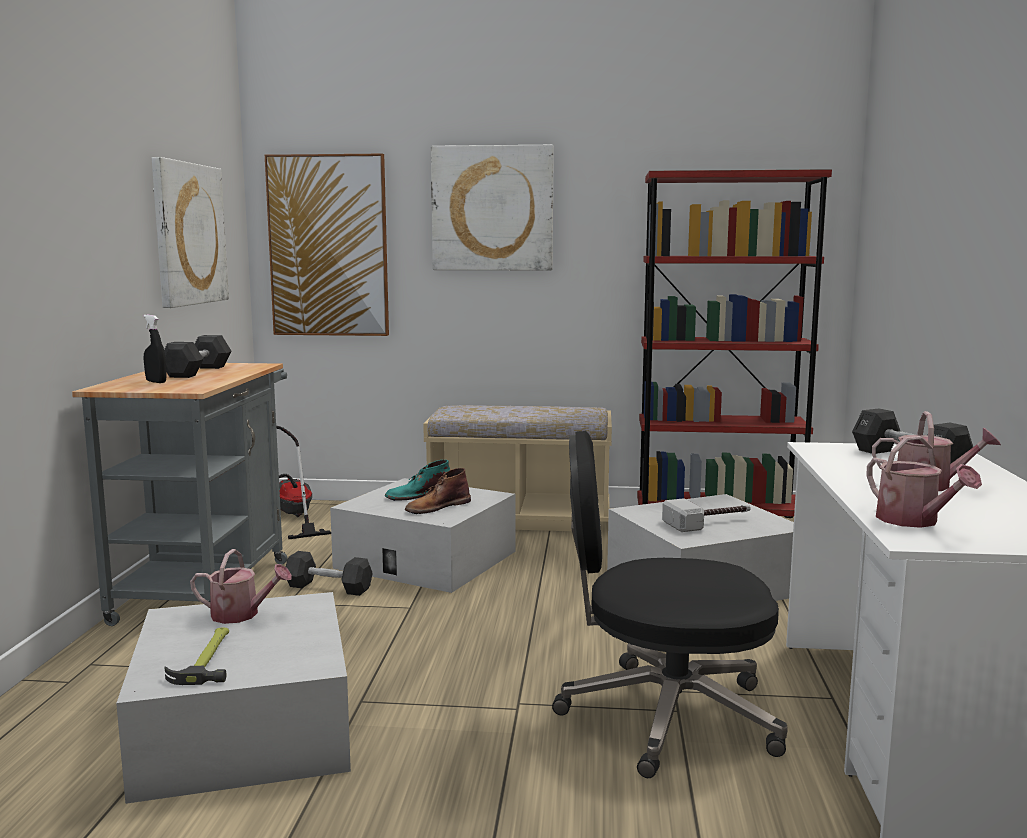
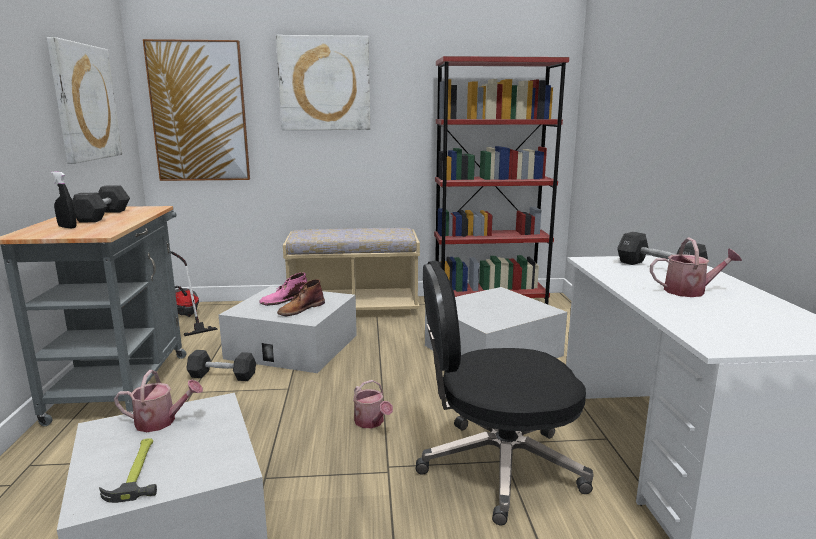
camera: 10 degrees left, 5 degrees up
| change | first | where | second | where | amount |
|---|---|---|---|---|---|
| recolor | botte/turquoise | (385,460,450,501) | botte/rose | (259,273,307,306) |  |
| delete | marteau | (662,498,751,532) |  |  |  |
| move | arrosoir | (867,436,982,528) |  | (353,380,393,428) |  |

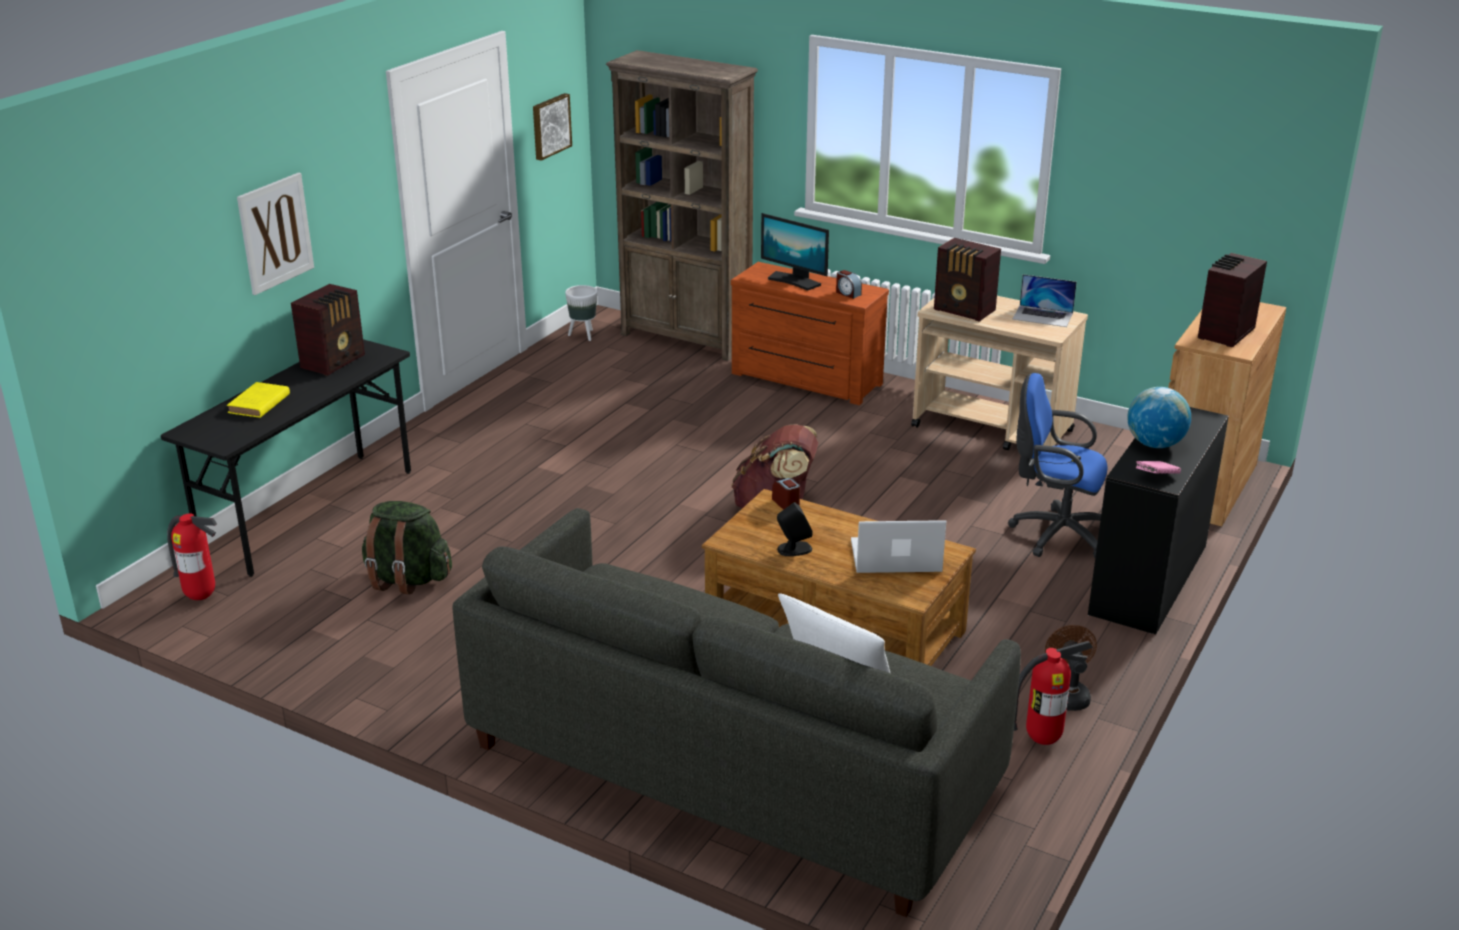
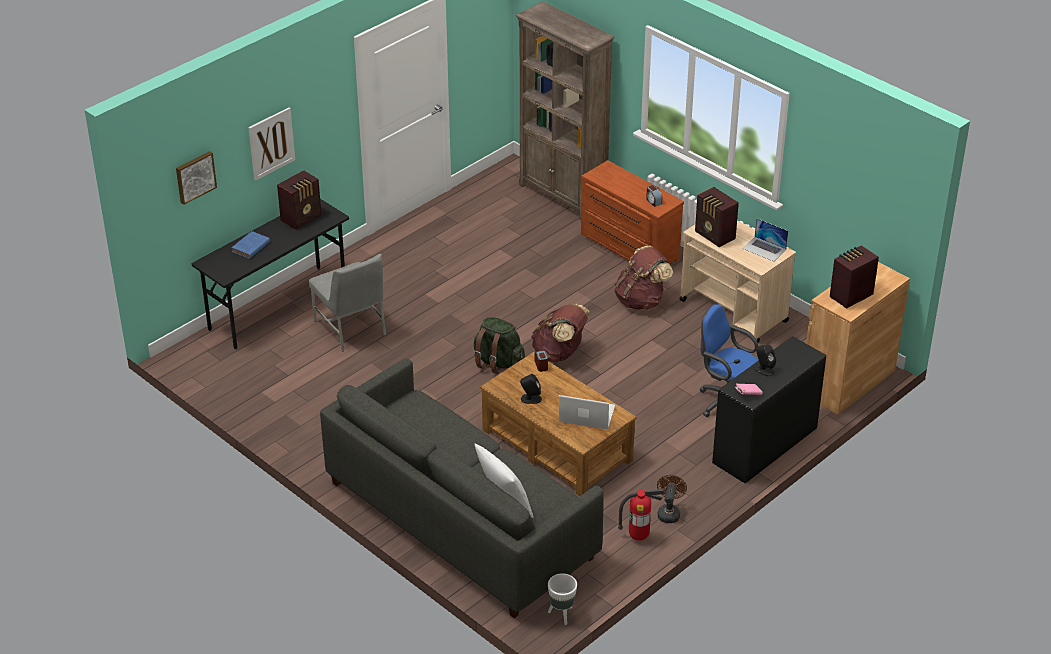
camera: 15 degrees right, 10 degrees up
| change | first | where | second | where | amount |
|---|---|---|---|---|---|
| delete | extincteur | (167,513,217,600) |  |  |  |
| recolor | livre/jaune | (227,382,290,418) | livre/bleu | (231,231,270,259) |  |
| move | sac à dos/vert | (362,501,452,594) |  | (474,317,525,374) |  |
| move | tableau | (533,93,572,161) |  | (176,151,217,205) |  |
| move | cache-pot/blanc | (565,285,597,341) |  | (548,573,577,625) |  |
| delete | écran d'ordinateur | (761,213,829,291) |  |  |  |
| replace | globe | (1127,387,1191,448) | enceinte/noir | (754,345,776,376) |  |
| insert |  |  | chaise/gris | (309,254,386,352) |  |
| insert |  |  | sac à dos/marron | (614,246,673,310) |  |

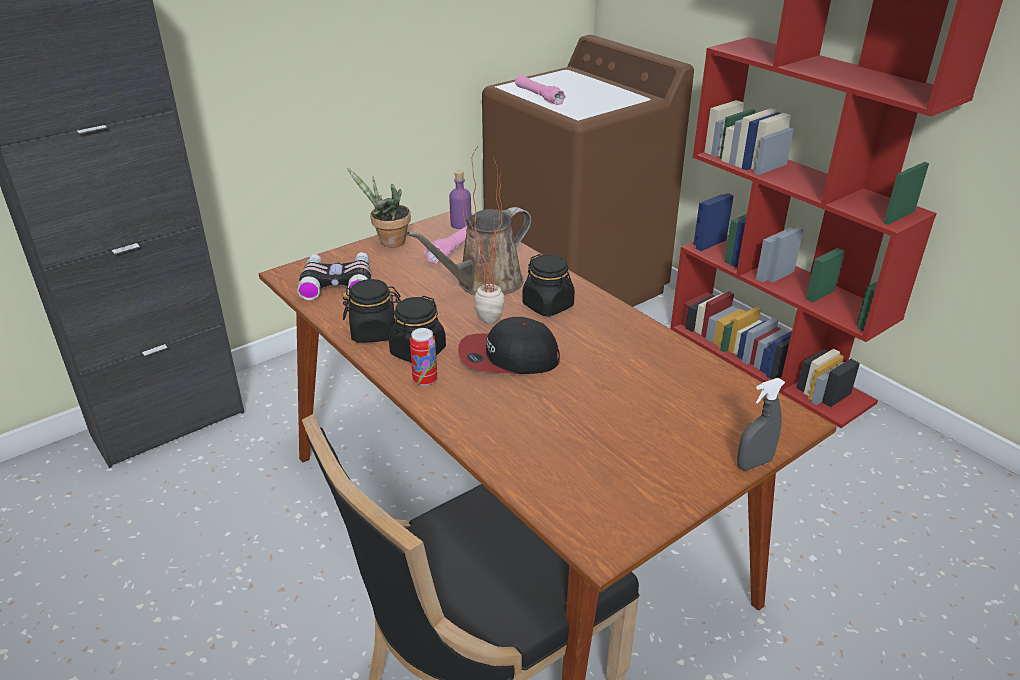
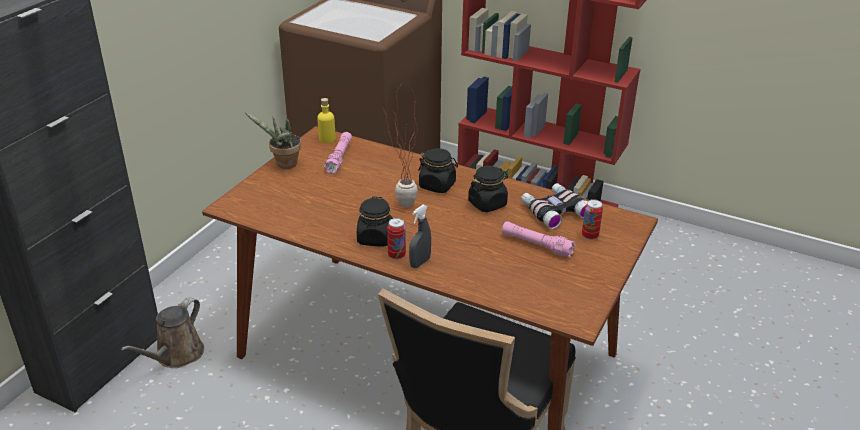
camera: 25 degrees left, 0 degrees up
| change | first | where | second | where | amount |
|---|---|---|---|---|---|
| move | jumelles | (297,252,371,300) |  | (521,183,588,229) |  |
| move | bocal/noir | (343,279,401,342) |  | (468,166,508,212) |  |
| move | arrosoir/marron | (407,207,531,295) |  | (121,298,204,368) |  |
| recolor | bouteille/violet | (449,170,471,229) | bouteille/jaune | (317,98,336,144) |  |
| delete | casquette | (458,317,560,374) |  |  |  |
| move | lampe de poche/rose | (515,75,566,105) |  | (502,221,576,258) |  |
| move | vaporisateur/gris | (737,378,785,471) |  | (409,205,431,268) |  |
| insert |  |  | boîte métallique | (582,199,603,240) |  |

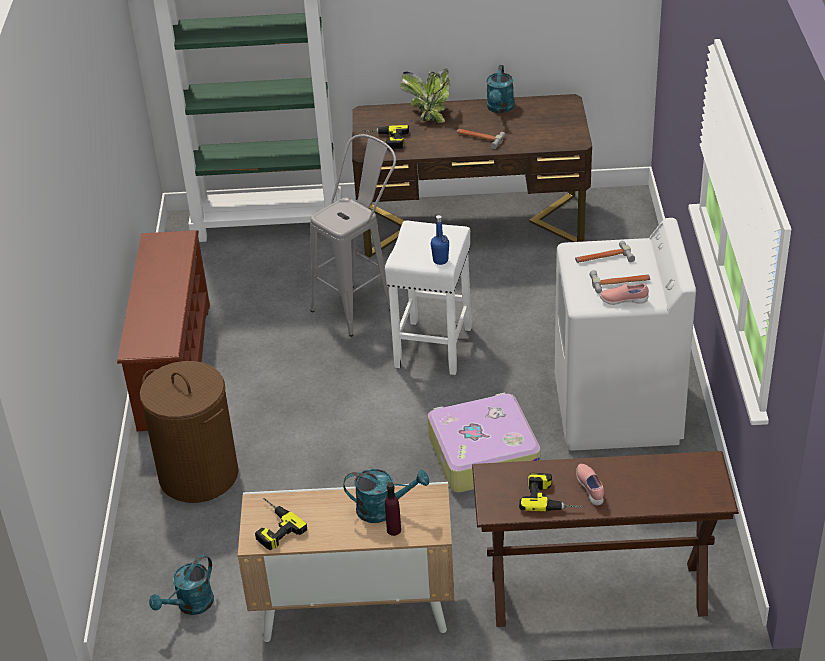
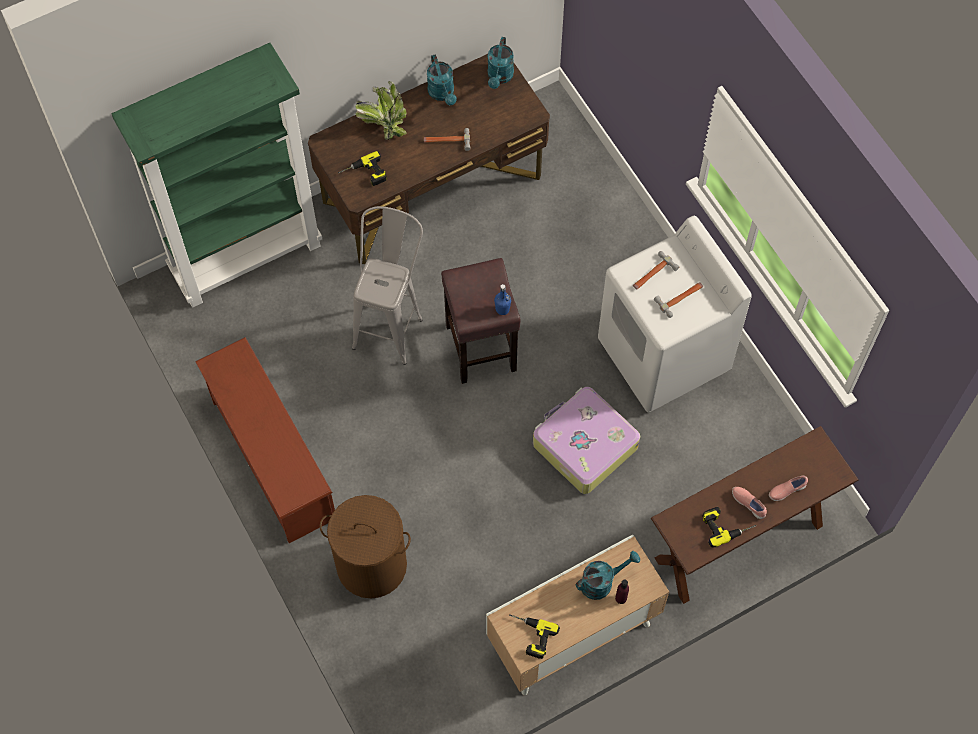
camera: 30 degrees left, 25 degrees up
| change | first | where | second | where | amount |
|---|---|---|---|---|---|
| move | arrosoir/turquoise | (149,555,214,615) |  | (487,37,514,89) |  |
| recolor | tabouret/blanc | (385,221,472,375) | tabouret/marron | (441,258,521,384) |  |
| move | chaussure/rose | (599,283,649,305) |  | (769,476,808,501) |  |

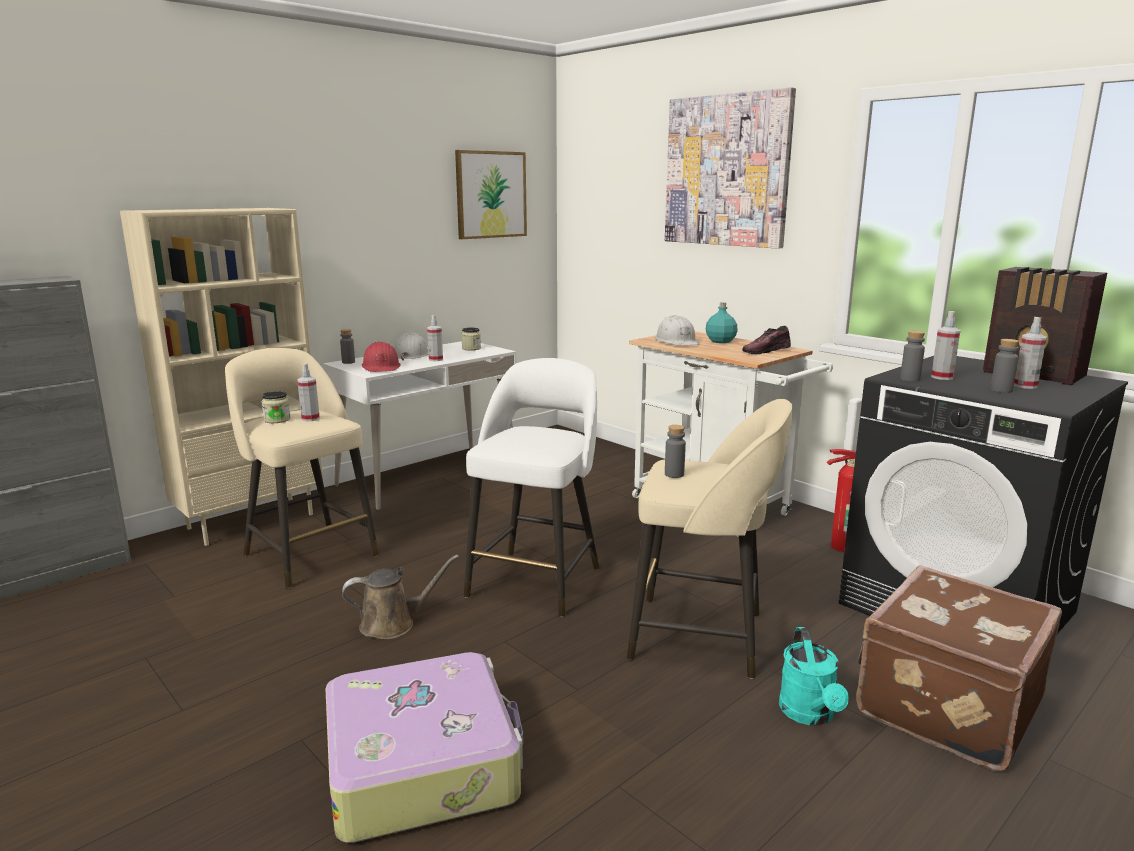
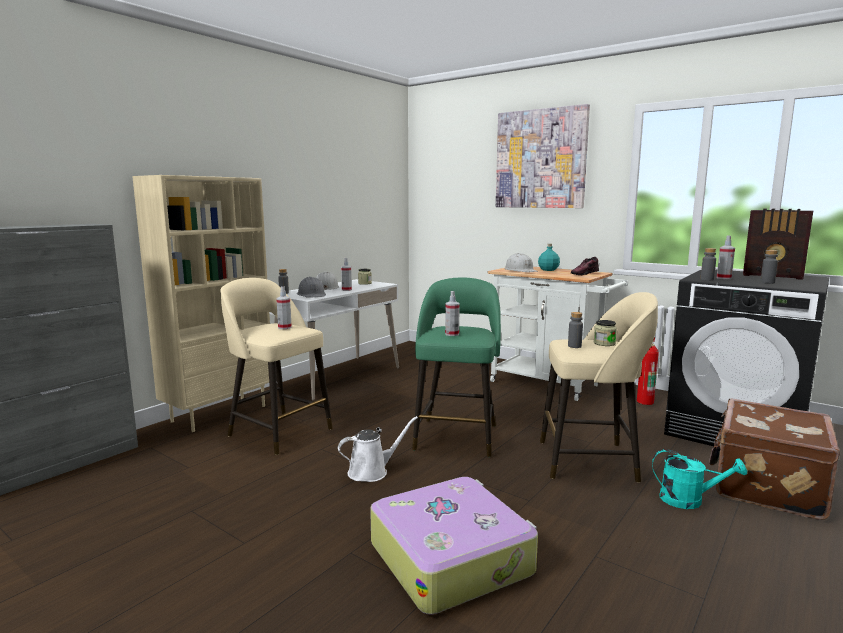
camera: 10 degrees left, 5 degrees down
| change | first | where | second | where | amount |
|---|---|---|---|---|---|
| move | bocal | (261,391,291,423) |  | (594,320,617,346) |  |
| recolor | arrosoir/marron | (342,555,459,639) | arrosoir/blanc | (338,416,418,482) |  |
| recolor | casque de chantier/rouge | (362,342,401,372) | casque de chantier/gris | (297,277,326,298) |  |
| delete | tableau | (455,150,527,239) |  |  |  |
| recolor | tabouret/blanc | (464,358,600,617) | tabouret/vert | (412,277,501,457) |  |
| rotate | arrosoir/turquoise | (779,627,849,726) |  | (652,449,747,509) | 60 degrees counterclockwise |
| move | vaporisateur | (1014,317,1047,389) |  | (445,291,460,336) |  |

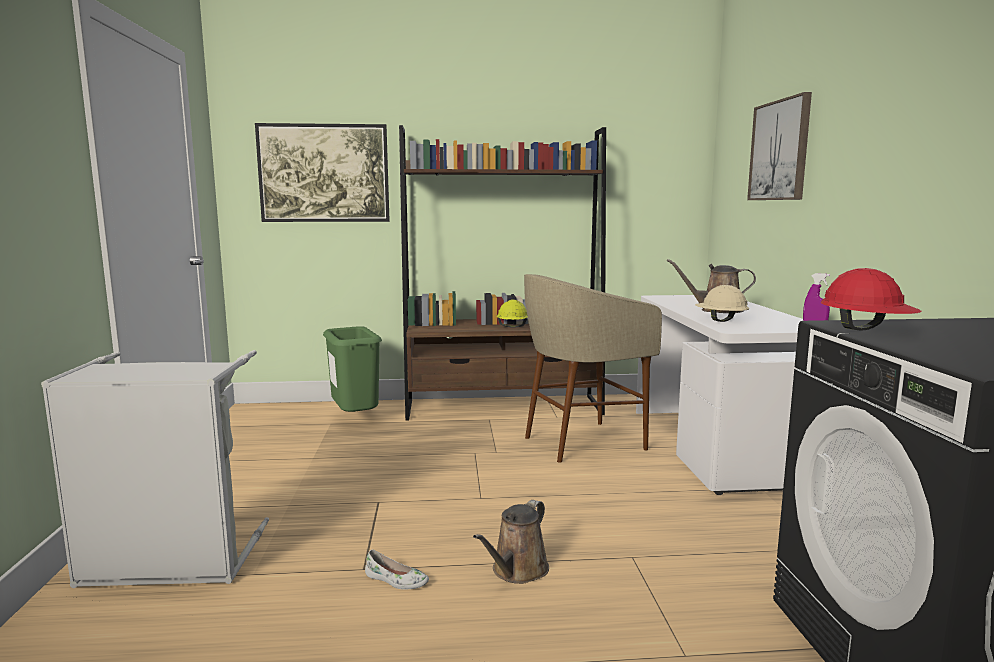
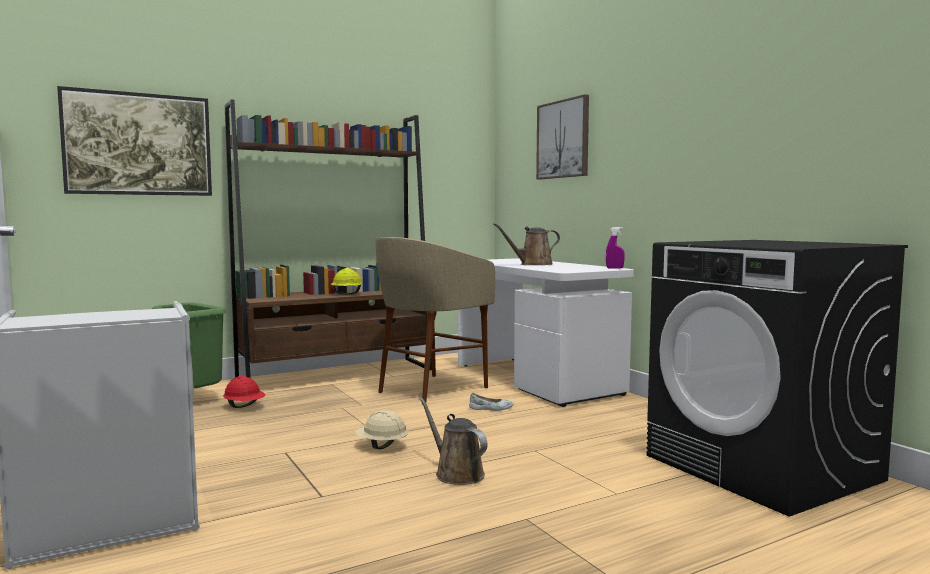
camera: 25 degrees left, 5 degrees down
| change | first | where | second | where | amount |
|---|---|---|---|---|---|
| move | chaussure/blanc | (365,550,429,589) |  | (469,393,513,411) |  |
| rotate | arrosoir/marron | (473,500,549,584) |  | (420,398,487,485) | 135 degrees clockwise |
| move | casque de chantier/beige | (695,285,749,322) |  | (356,410,408,449) |  |
| move | casque de chantier/rouge | (820,268,921,331) |  | (223,376,265,408) |  |

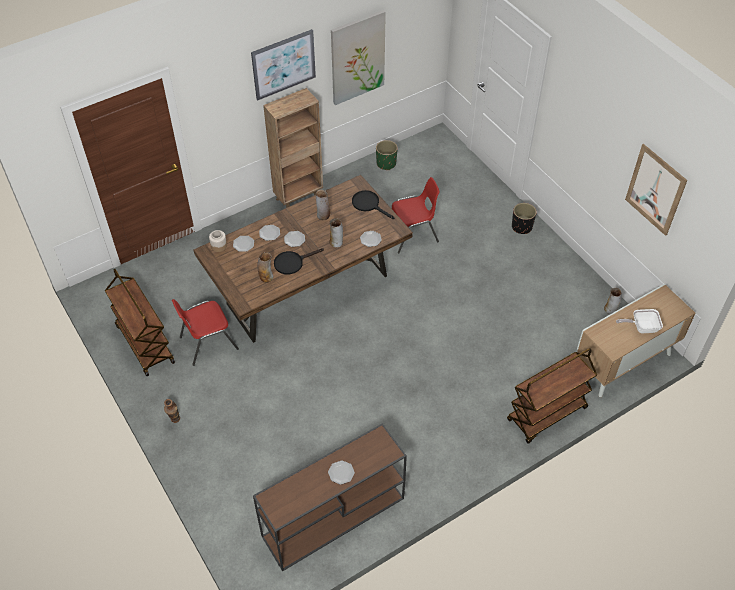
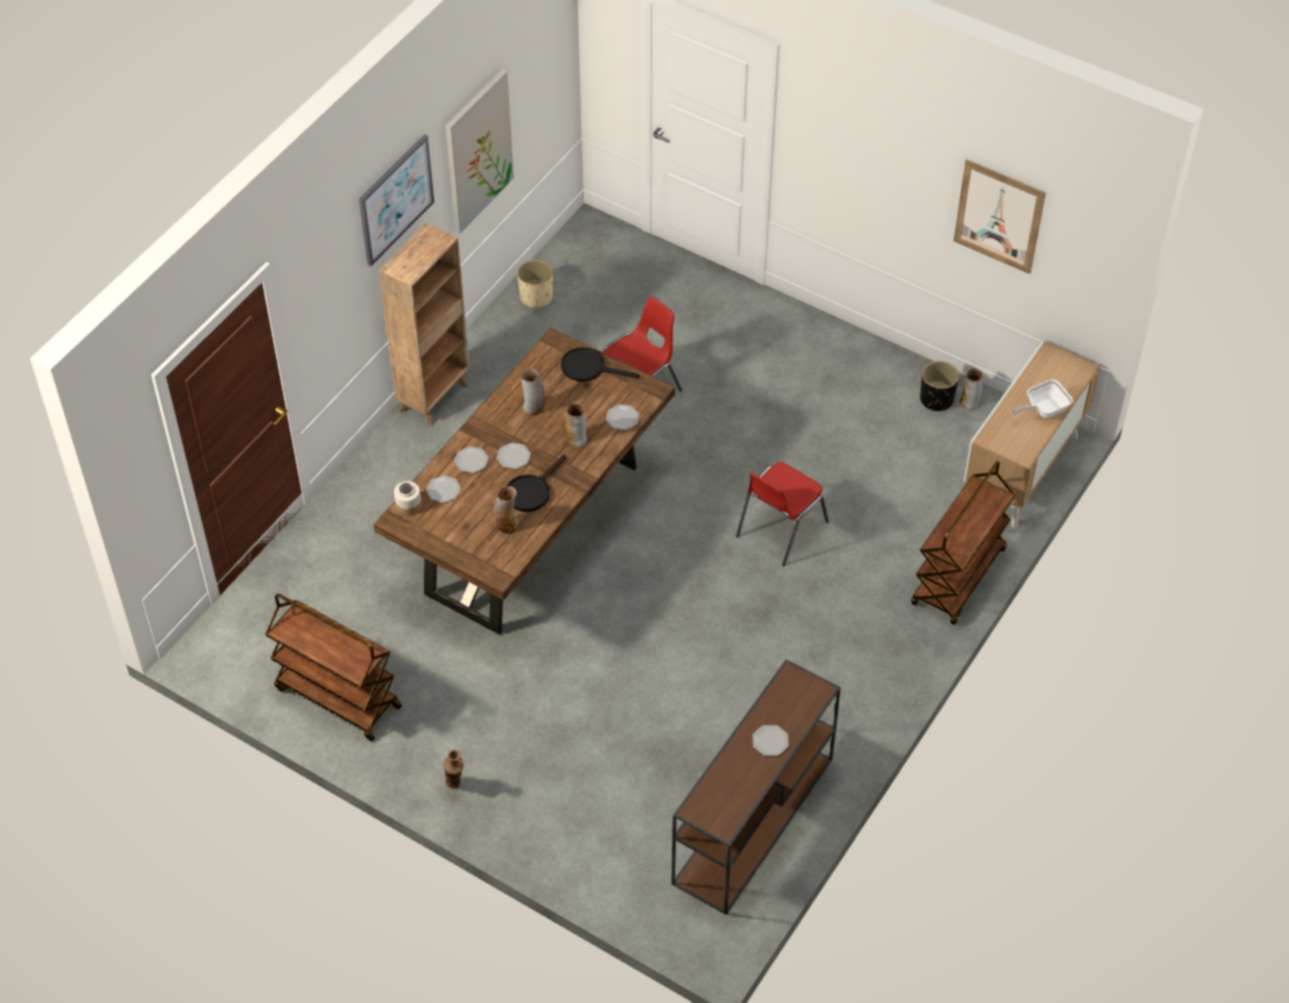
camera: 25 degrees left, 0 degrees up
| change | first | where | second | where | amount |
|---|---|---|---|---|---|
| move | chaise/rouge | (172,299,239,366) |  | (736,462,829,566) |  |
| recolor | cache-pot/vert | (376,140,398,170) | cache-pot/beige | (517,259,553,308) |  |
| move | cache-pot/noir | (512,203,537,234) |  | (920,361,959,411) |  |

